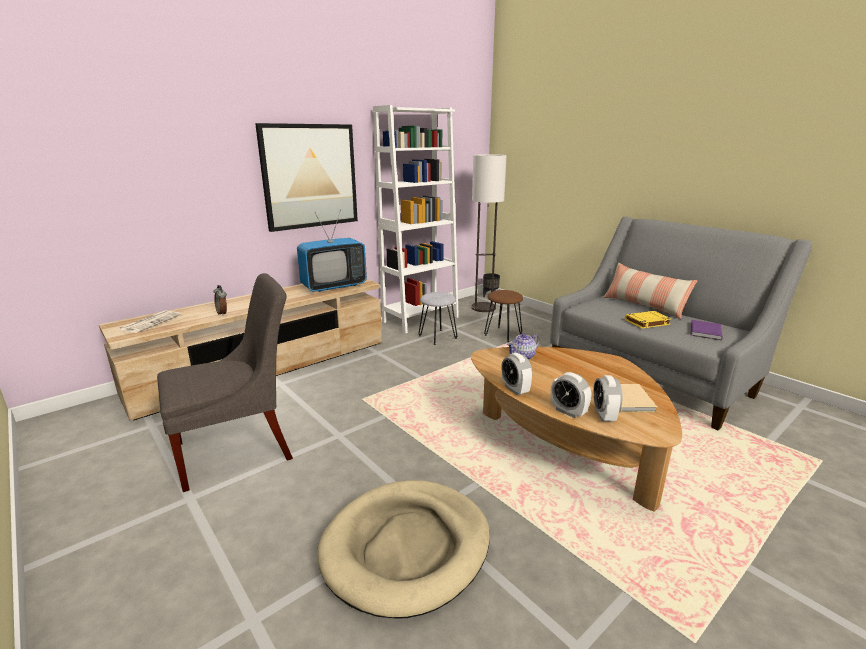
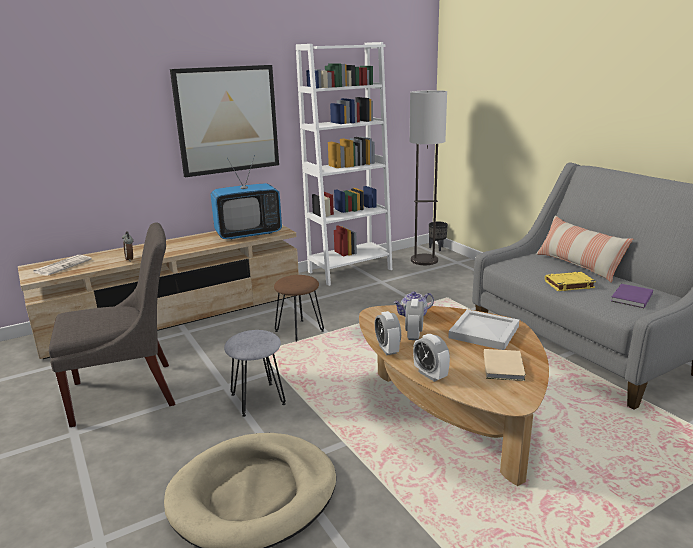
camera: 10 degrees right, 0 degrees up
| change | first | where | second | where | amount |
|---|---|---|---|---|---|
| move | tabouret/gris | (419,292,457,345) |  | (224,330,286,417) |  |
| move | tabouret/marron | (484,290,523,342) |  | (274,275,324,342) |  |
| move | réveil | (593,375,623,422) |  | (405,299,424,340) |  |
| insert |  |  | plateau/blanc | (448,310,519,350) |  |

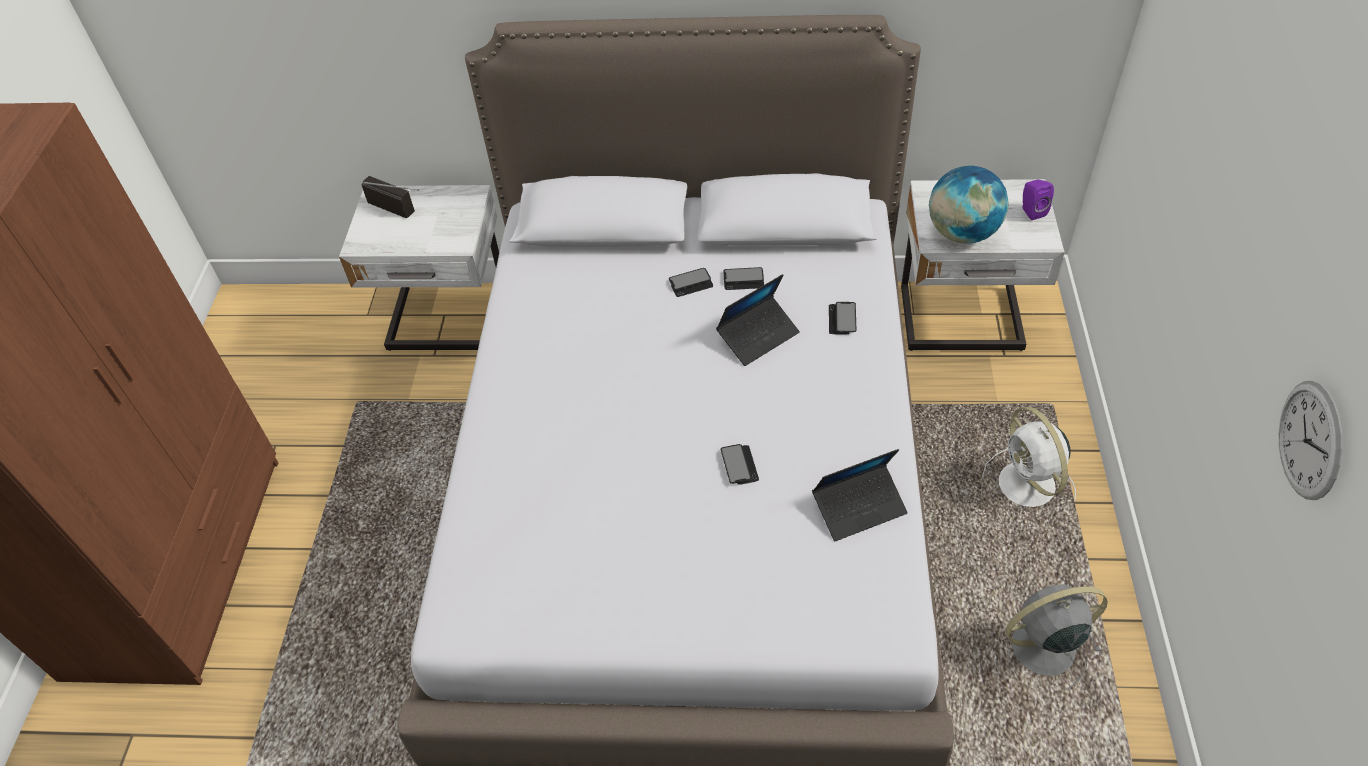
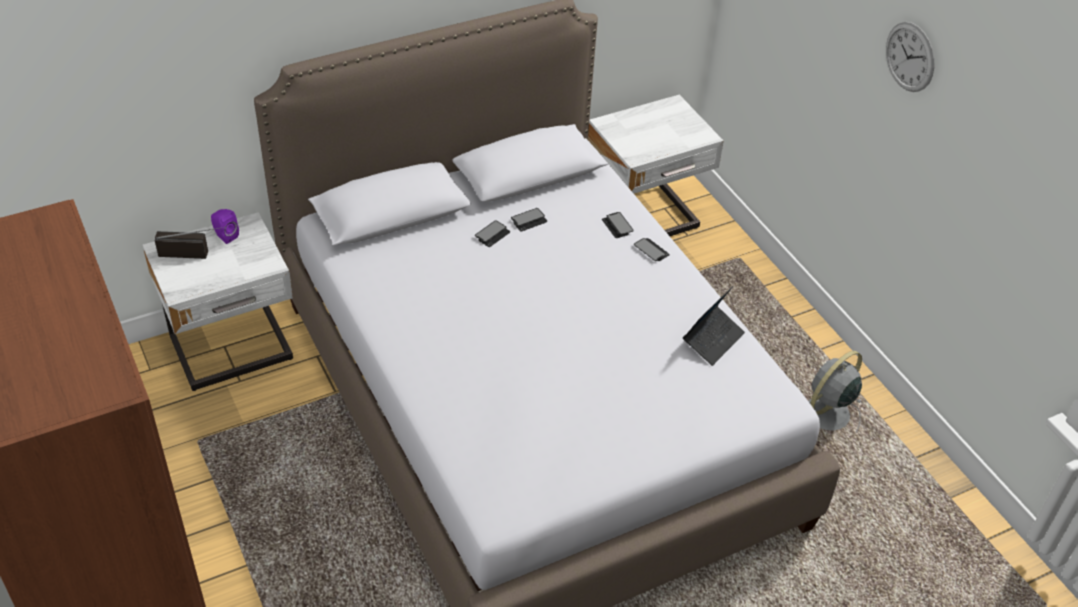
camera: 35 degrees left, 5 degrees down
| change | first | where | second | where | amount |
|---|---|---|---|---|---|
| delete | ordinateur portable | (716,274,800,366) |  |  |  |
| move | téléphone | (720,444,759,485) |  | (634,238,670,261) |  |
| delete | globe | (929,166,1008,243) |  |  |  |
| delete | ventilateur/blanc | (982,406,1076,507) |  |  |  |
| move | enceinte/violet | (1022,180,1054,220) |  | (211,209,239,244) |  |
| move | horloge murale | (1279,381,1343,500) |  | (886,22,934,92) |  |

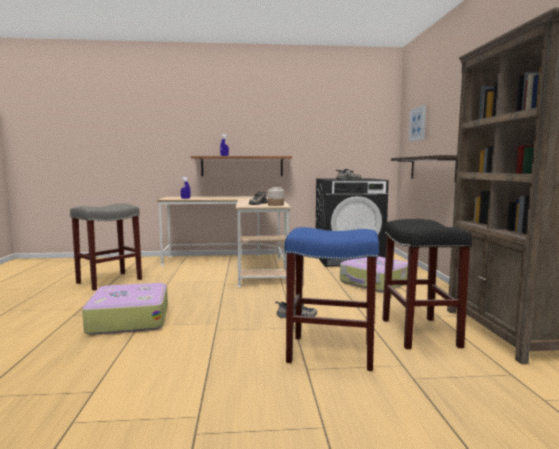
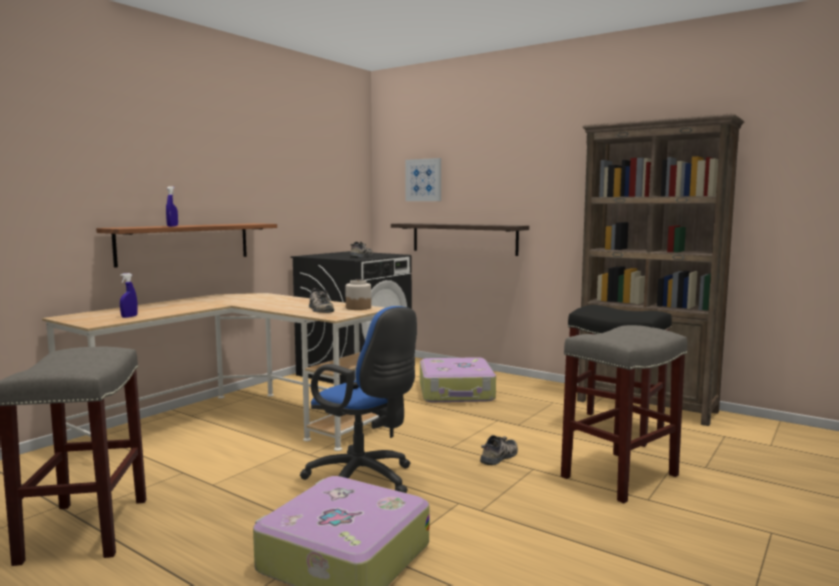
camera: 50 degrees left, 0 degrees up
| change | first | where | second | where | amount |
|---|---|---|---|---|---|
| recolor | tabouret/bleu | (285,227,379,371) | tabouret/gris | (561,325,687,503) |  |
| insert |  |  | chaise de bureau/bleu | (300,306,417,493) |  |

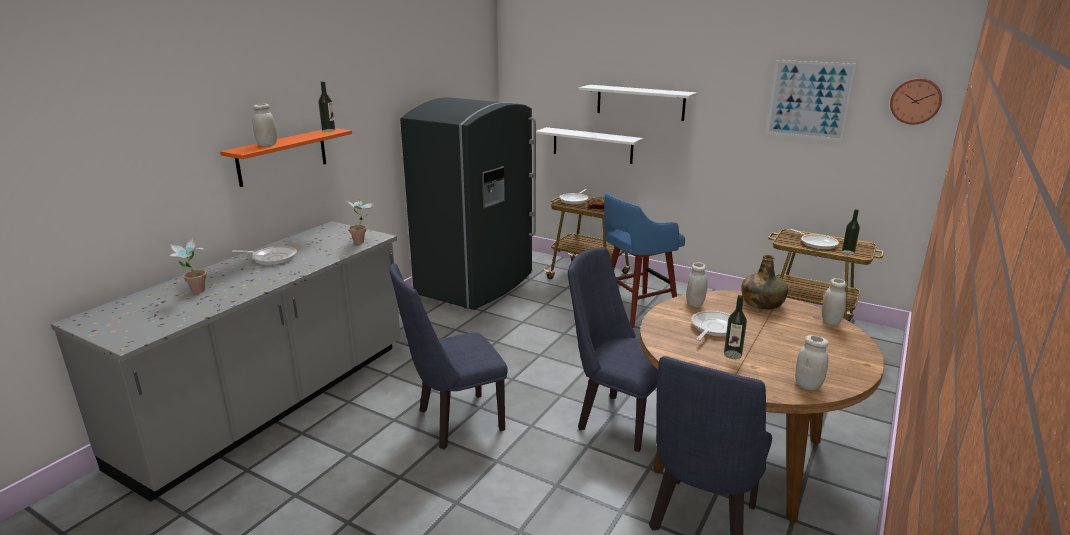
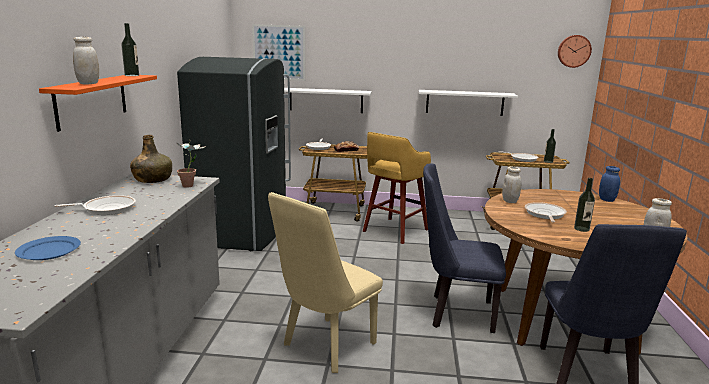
camera: 25 degrees left, 5 degrees down
| change | first | where | second | where | amount |
|---|---|---|---|---|---|
| replace | plante en pot | (169,237,207,294) | assiette/bleu | (15,236,81,260) |  |
| recolor | chaise/bleu | (389,264,508,450) | chaise/beige | (268,192,383,373) |  |
| move | étagère/blanc | (579,85,697,121) |  | (419,90,518,116) |  |
| recolor | tabouret/bleu | (604,192,685,328) | tabouret/jaune | (363,132,431,244) |  |
| move | bouteille/vert | (741,255,788,309) |  | (130,135,172,183) |  |
| move | tableau | (766,60,857,141) |  | (252,24,305,81) |  |
| recolor | bocal/blanc | (822,278,847,326) | bocal/bleu | (599,166,620,202) |  |

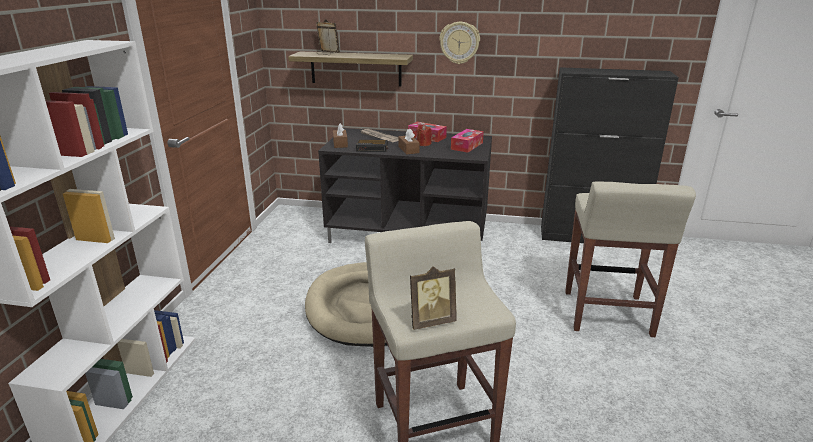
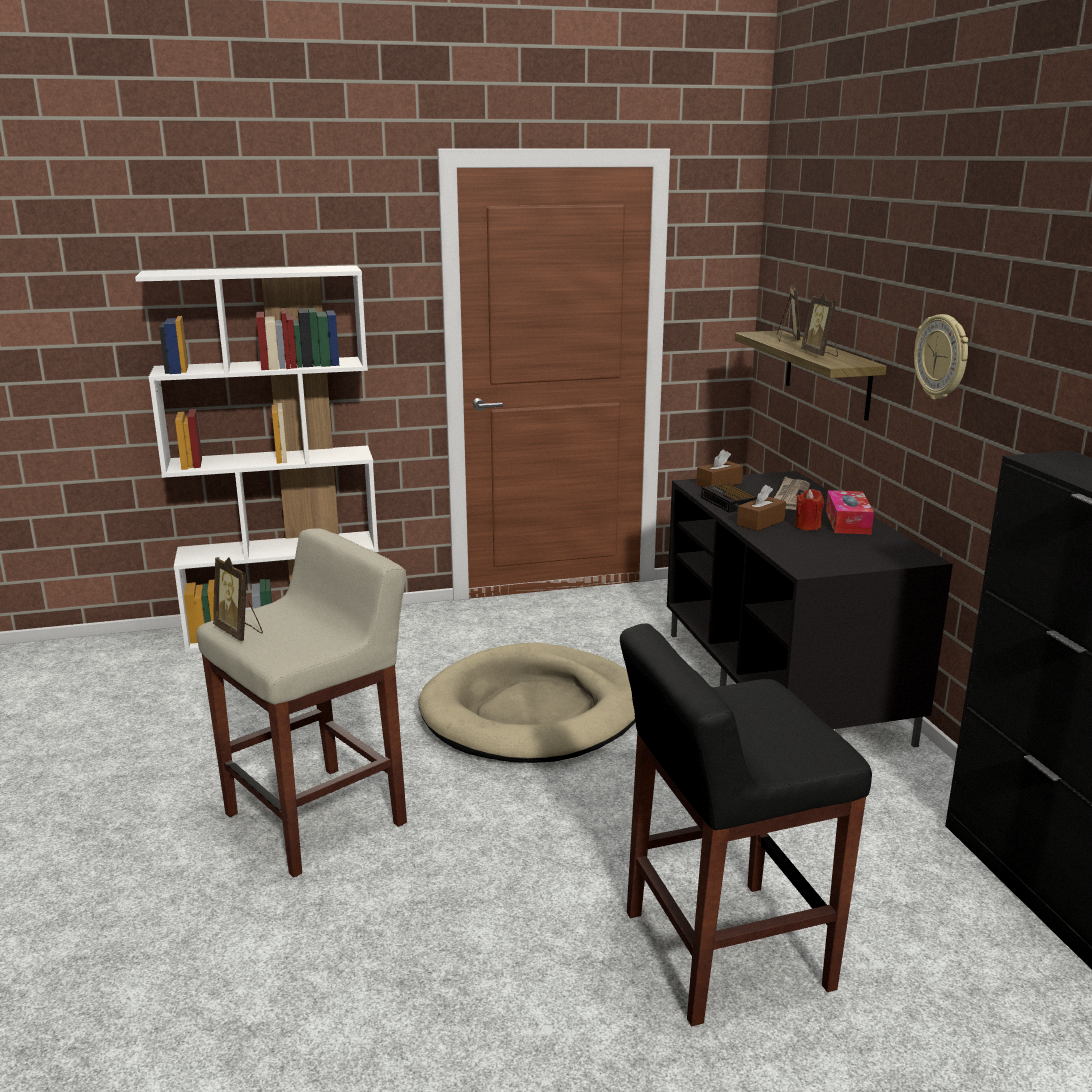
camera: 65 degrees right, 5 degrees down
| change | first | where | second | where | amount |
|---|---|---|---|---|---|
| delete | boîte à mouchoirs | (451,129,484,153) |  |  |  |
| recolor | tabouret/beige | (565,181,696,337) | tabouret/noir | (620,623,872,1026) |  |
| insert |  |  | cadre photo | (801,293,838,356) |  |

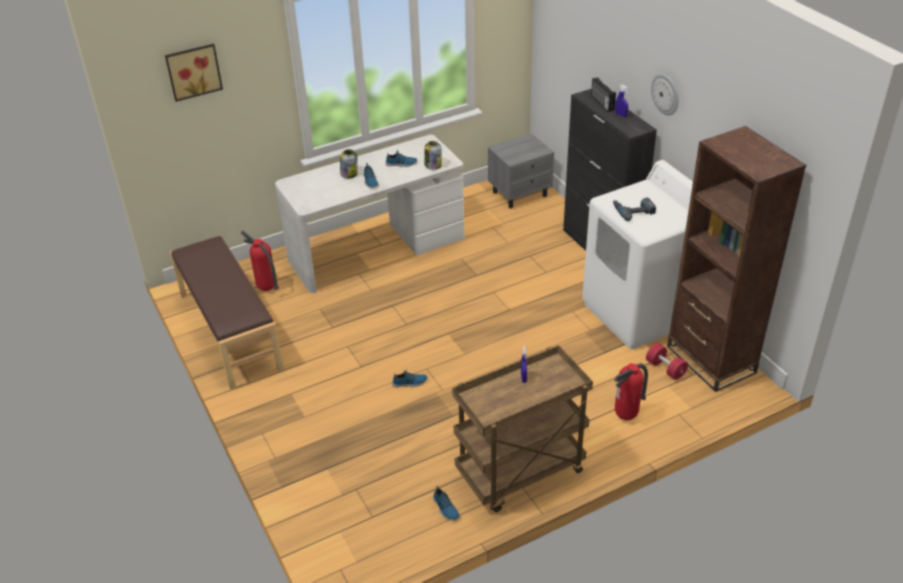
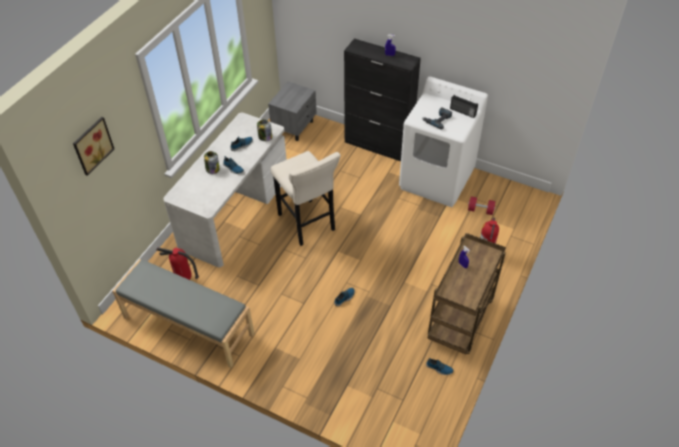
camera: 35 degrees left, 10 degrees up
| change | first | where | second | where | amount |
|---|---|---|---|---|---|
| recolor | banc/marron | (170,236,284,390) | banc/gris | (112,259,254,368) |  |
| move | radio | (591,77,616,112) |  | (450,95,478,118) |  |
| delete | horloge murale | (651,74,678,116) |  |  |  |
| delete | bibliothèque/marron | (667,126,806,392) |  |  |  |
| insert |  |  | tabouret/beige | (271,151,341,246) |  |

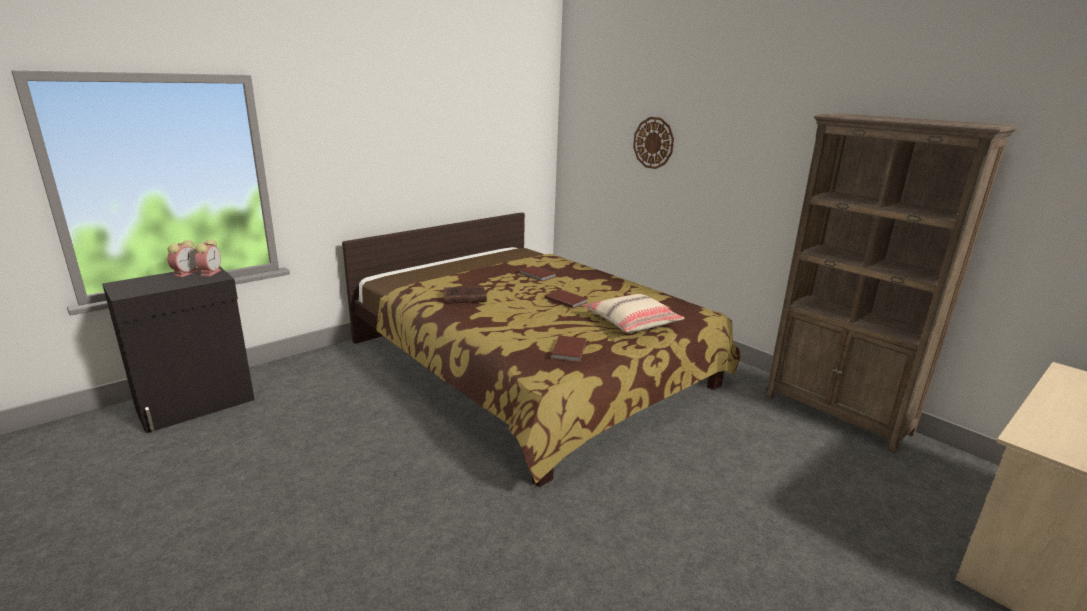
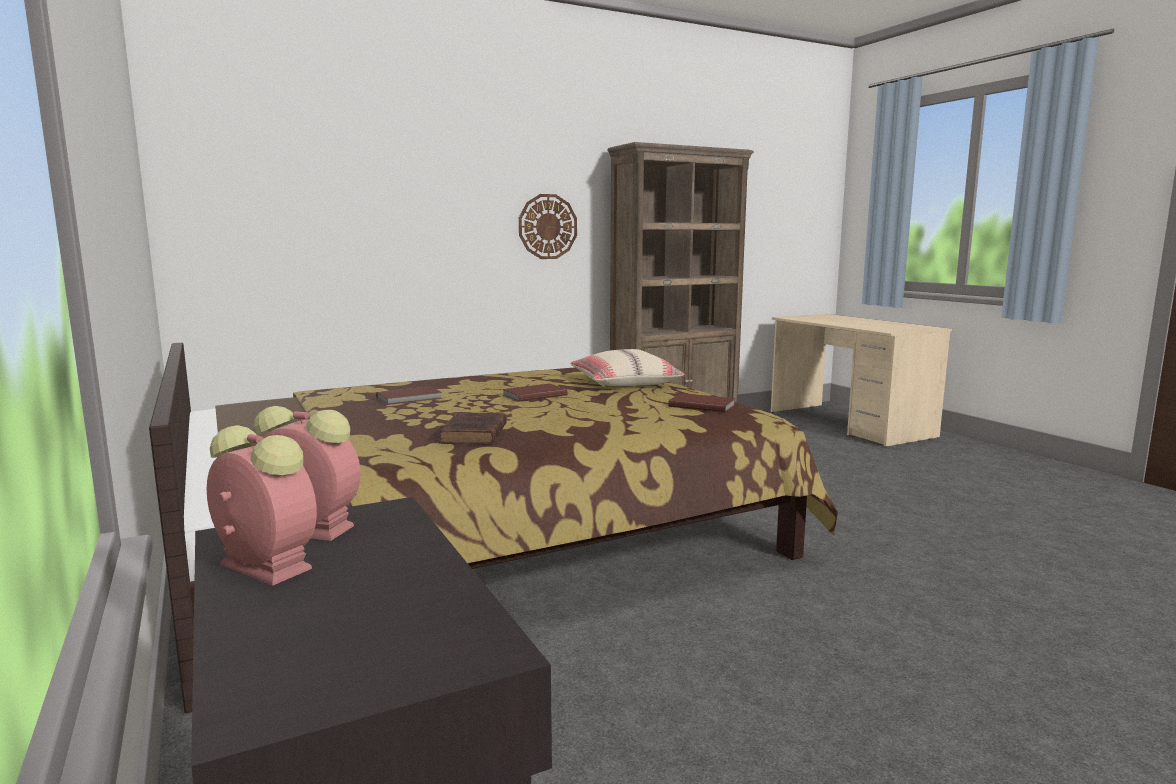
camera: 75 degrees left, 10 degrees down
| change | first | where | second | where | amount |
|---|---|---|---|---|---|
| move | horloge murale | (633,117,674,169) |  | (519,194,577,259) |  |

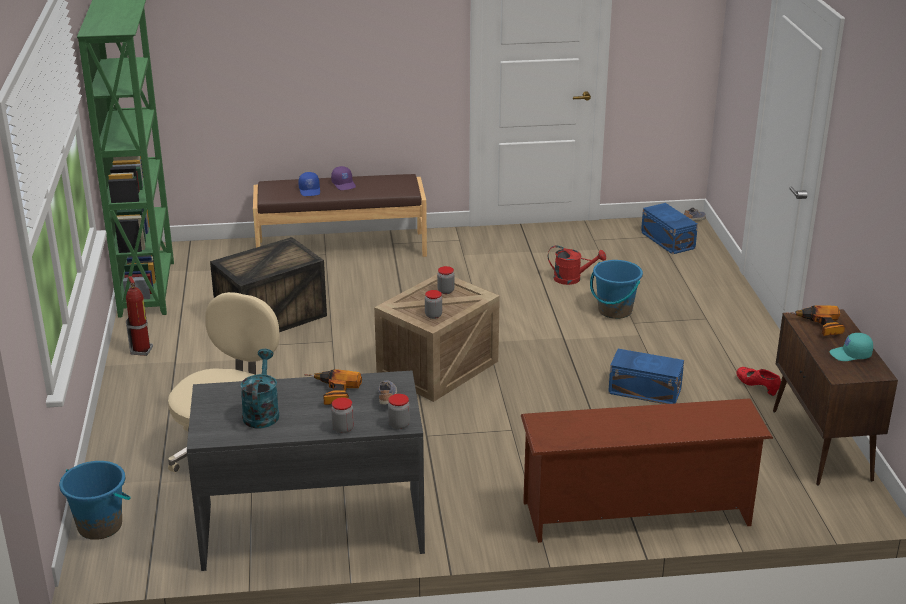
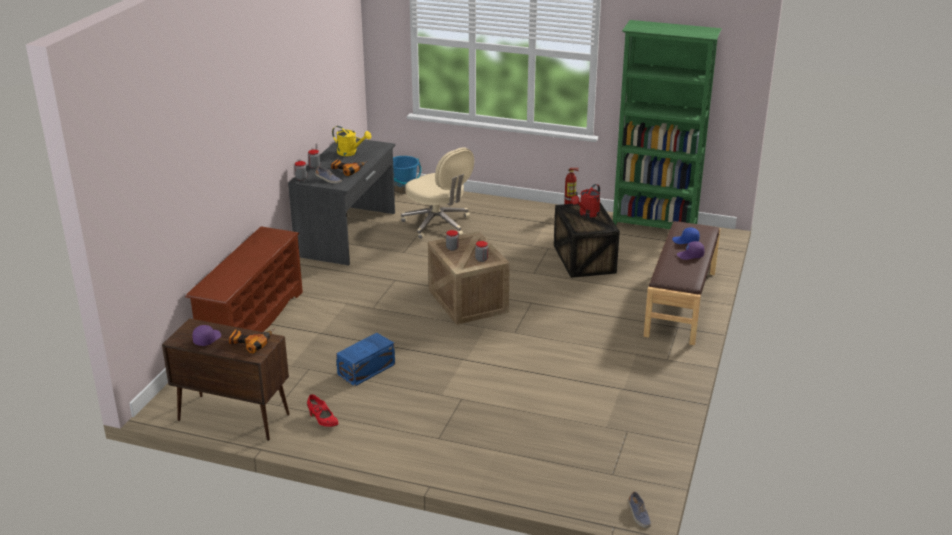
camera: 115 degrees right, 0 degrees up
| change | first | where | second | where | amount |
|---|---|---|---|---|---|
| recolor | arrosoir/turquoise | (240,349,279,429) | arrosoir/jaune | (332,126,372,156) |  |
| move | arrosoir/rouge | (548,245,606,285) |  | (571,184,600,217) |  |
| delete | seau/bleu | (590,260,643,319) |  |  |  |
| delete | boîte de rangement/bleu | (641,203,698,255) |  |  |  |
| rotate | chaussure/rouge | (736,367,781,396) |  | (307,394,339,427) | 60 degrees clockwise |
| recolor | casquette/turquoise | (830,333,873,361) | casquette/violet | (192,325,221,346) |  |

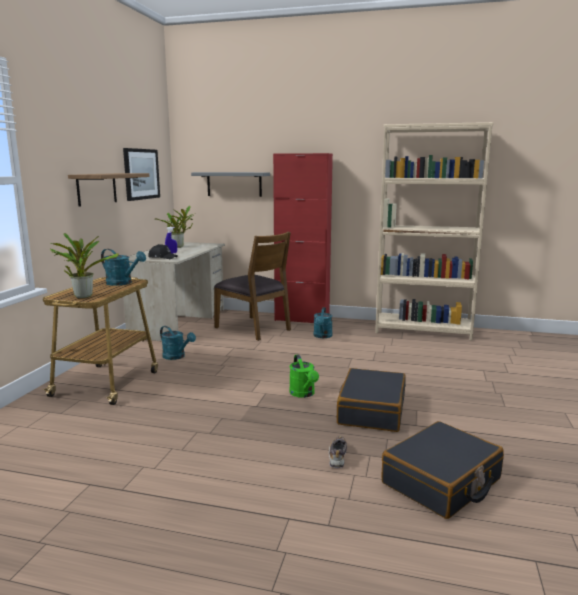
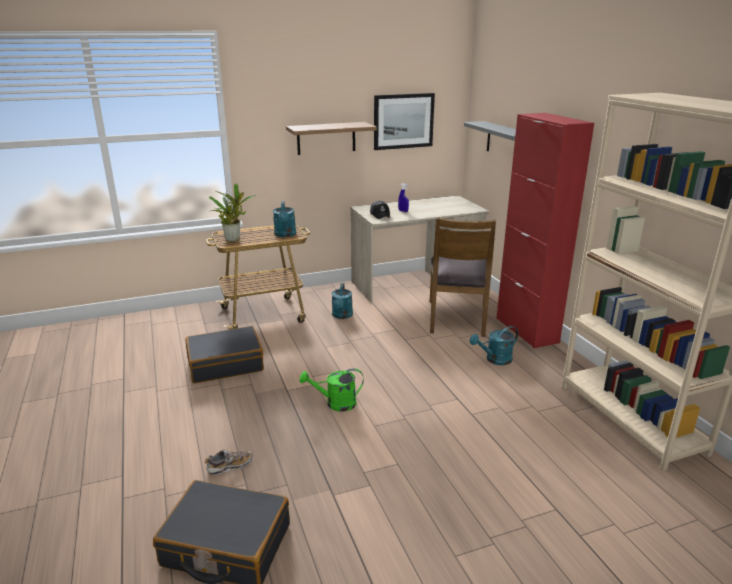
camera: 55 degrees right, 10 degrees up
| change | first | where | second | where | amount |
|---|---|---|---|---|---|
| delete | plante en pot | (156,206,196,248) |  |  |  |
| rotate | arrosoir/vert | (289,354,319,398) |  | (299,368,364,412) | 45 degrees clockwise |
| move | valise/noir | (337,368,406,432) |  | (185,326,264,383) |  |

